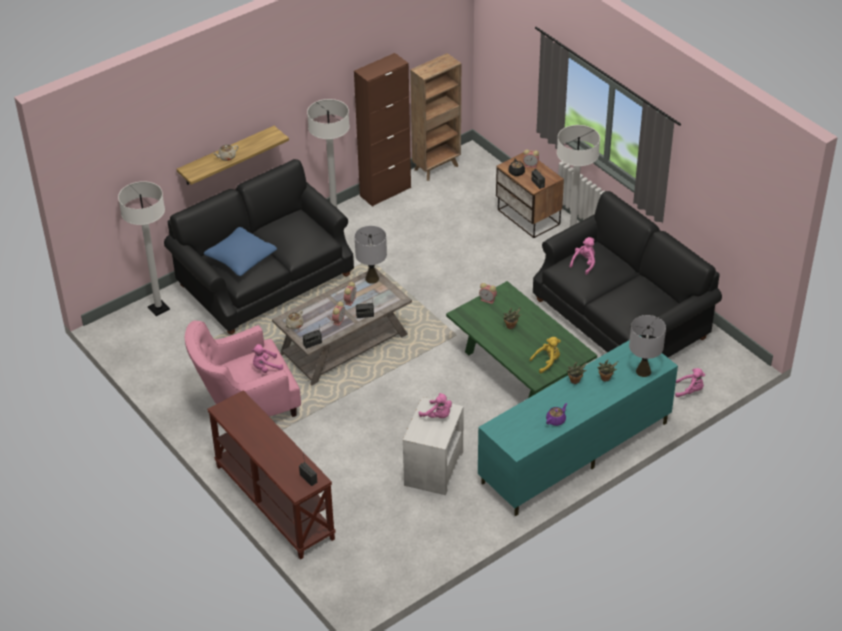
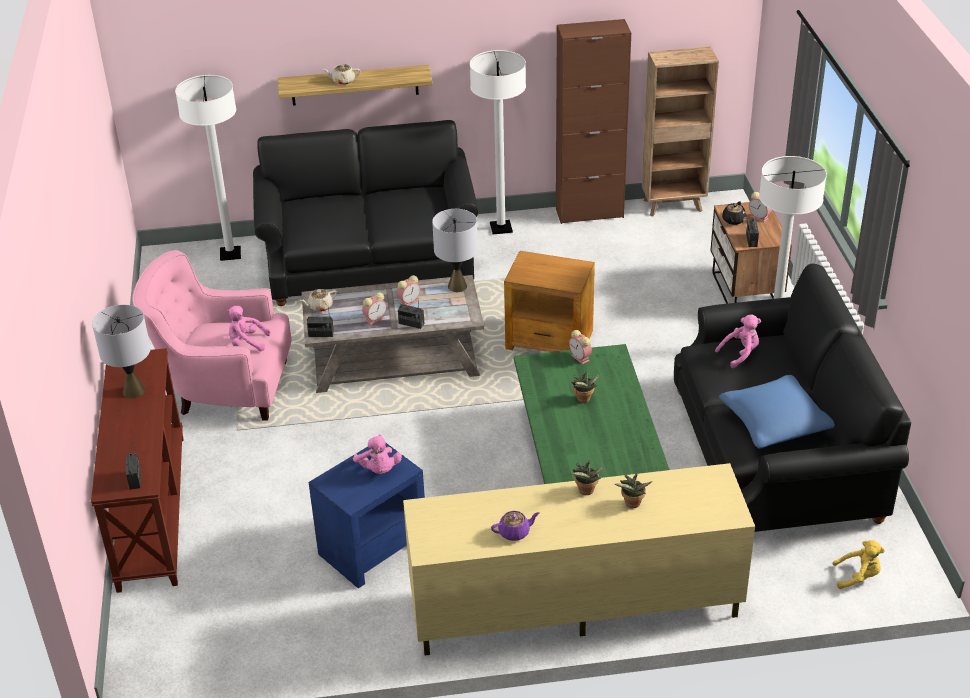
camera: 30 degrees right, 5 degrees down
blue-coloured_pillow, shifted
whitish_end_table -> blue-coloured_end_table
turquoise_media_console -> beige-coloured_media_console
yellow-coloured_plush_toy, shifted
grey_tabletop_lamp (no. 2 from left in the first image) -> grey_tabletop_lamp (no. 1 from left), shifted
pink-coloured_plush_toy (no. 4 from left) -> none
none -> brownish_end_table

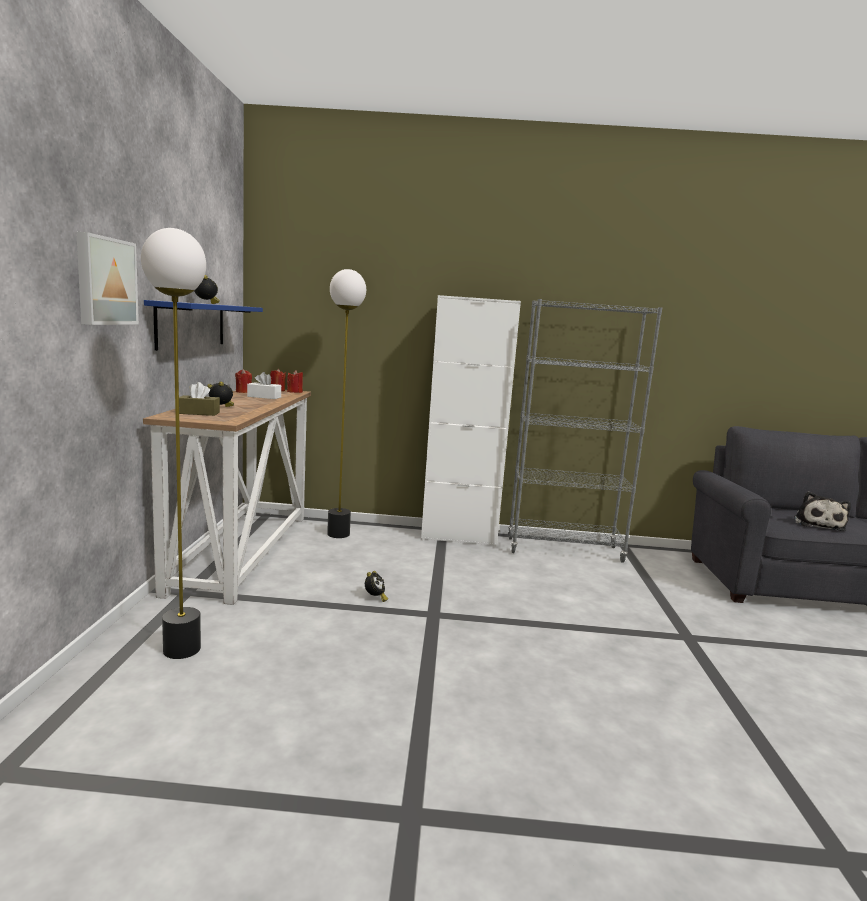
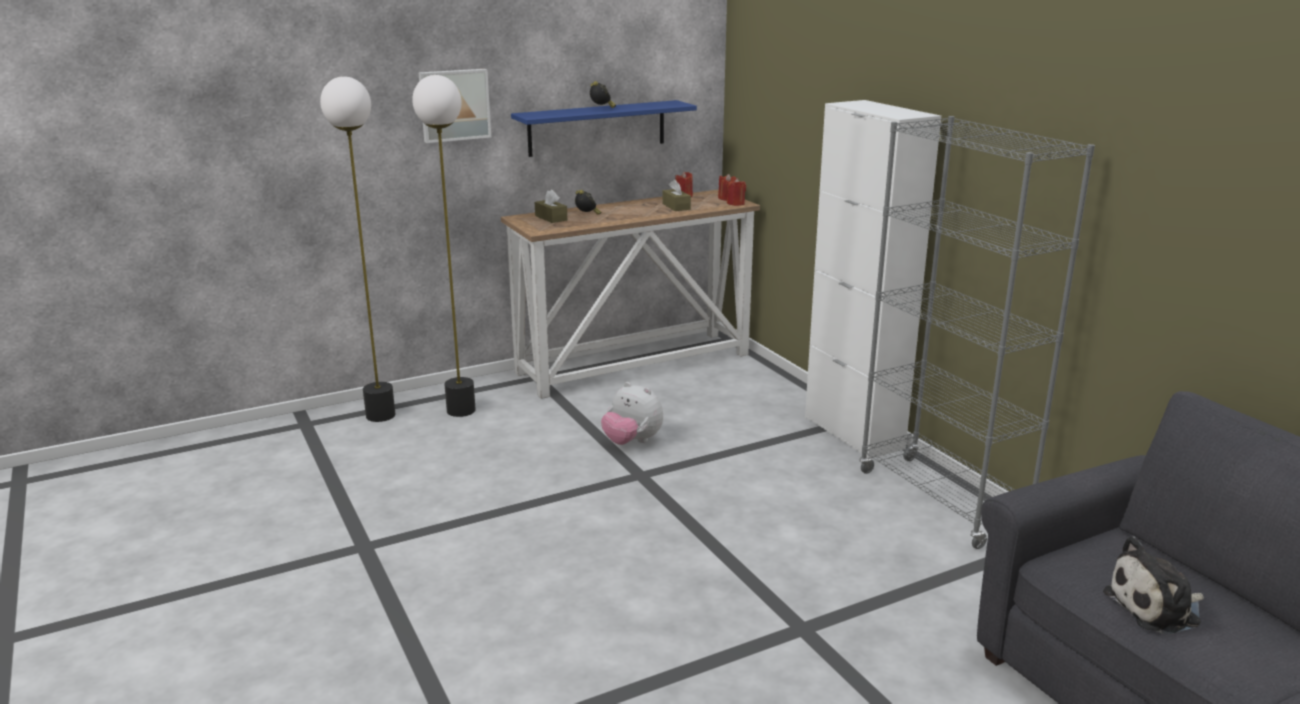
camera: 60 degrees right, 10 degrees up
whitish_tissue_holder -> brownish_tissue_holder (no. 2 from left)
standard_lamp (no. 2 from left in the first image) -> standard_lamp (no. 1 from left), shifted
table_clock (no. 3 from left) -> plush_toy (no. 1 from left)

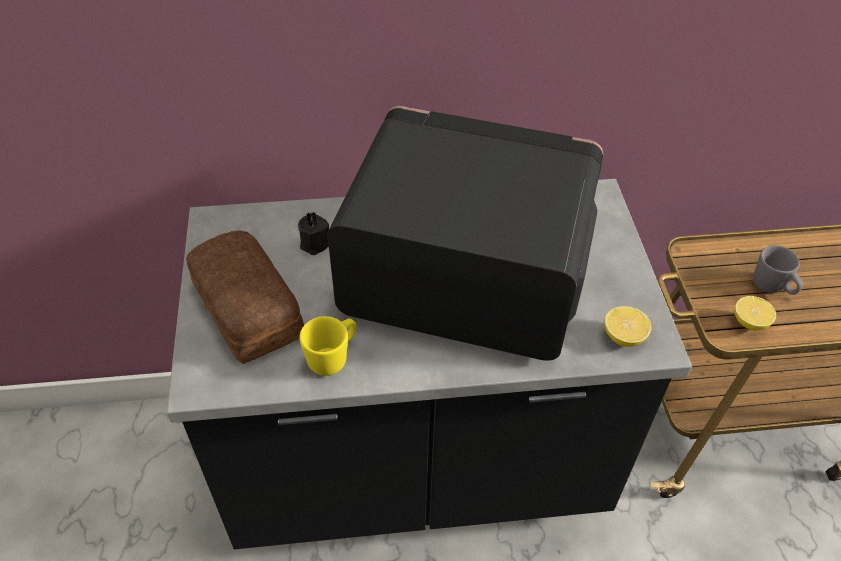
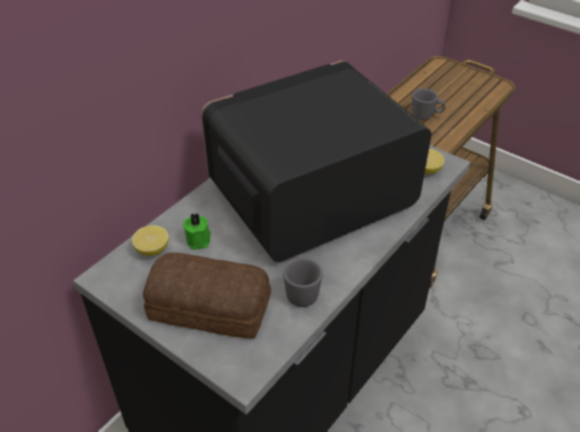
camera: 45 degrees left, 5 degrees down
black_wax_light -> greenish_wax_light
yellow-coloured_tea_mug -> grey_tea_mug (no. 1 from left)
citrus_fruit (no. 2 from left in the first image) -> citrus_fruit (no. 1 from left), shifted

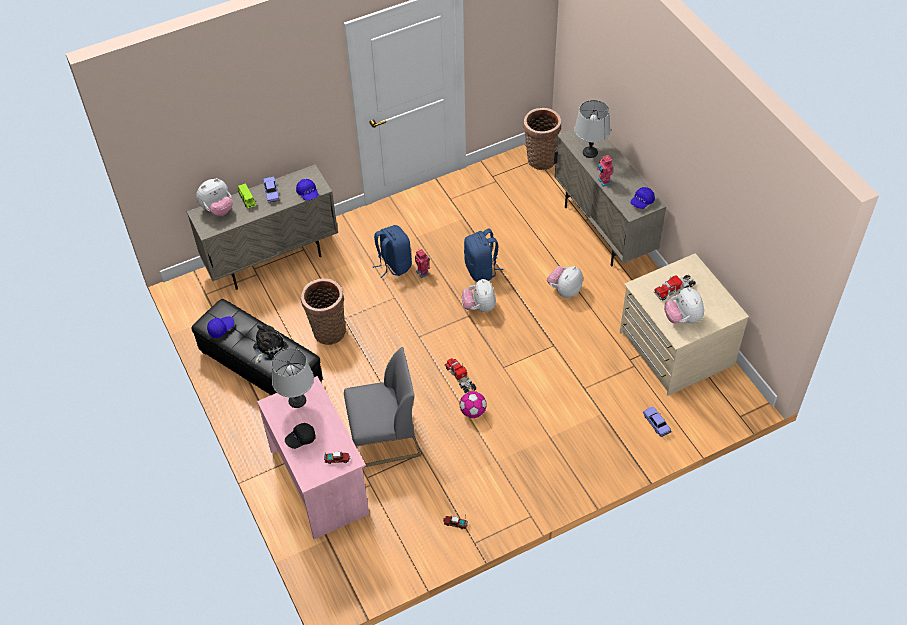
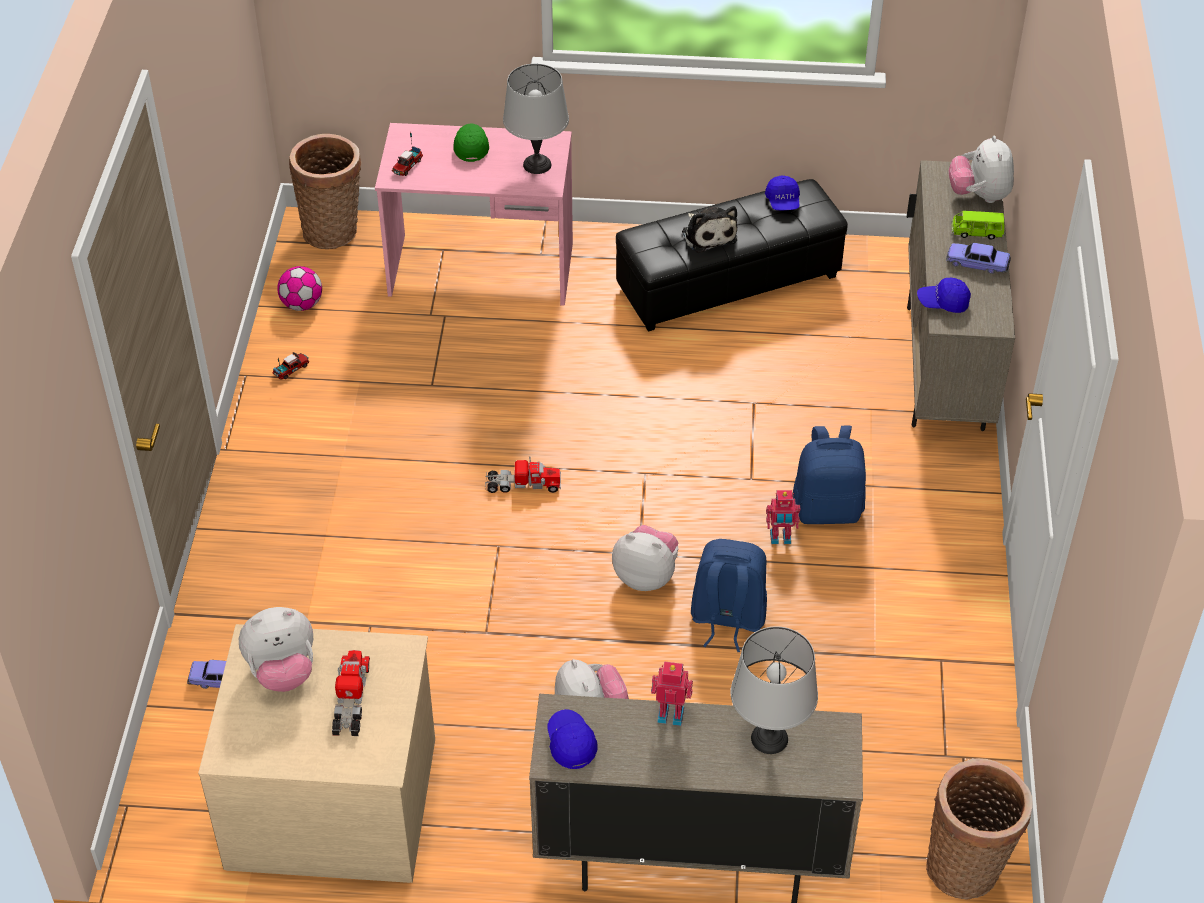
camera: 120 degrees right, 5 degrees down
black_cap -> greenish_cap
basket (no. 1 from left), shifted
grey_plain_chair -> none
football_ball, shifted
plush_toy (no. 5 from left in the first image) -> plush_toy (no. 1 from left), 150 degrees clockwise

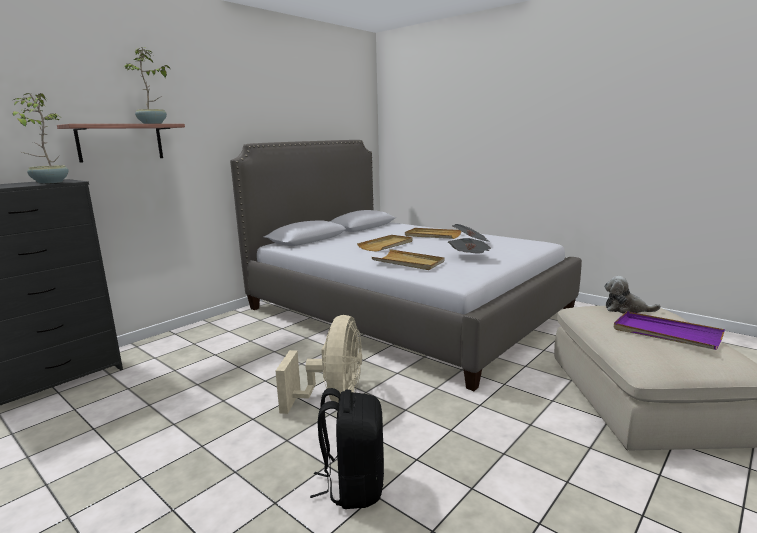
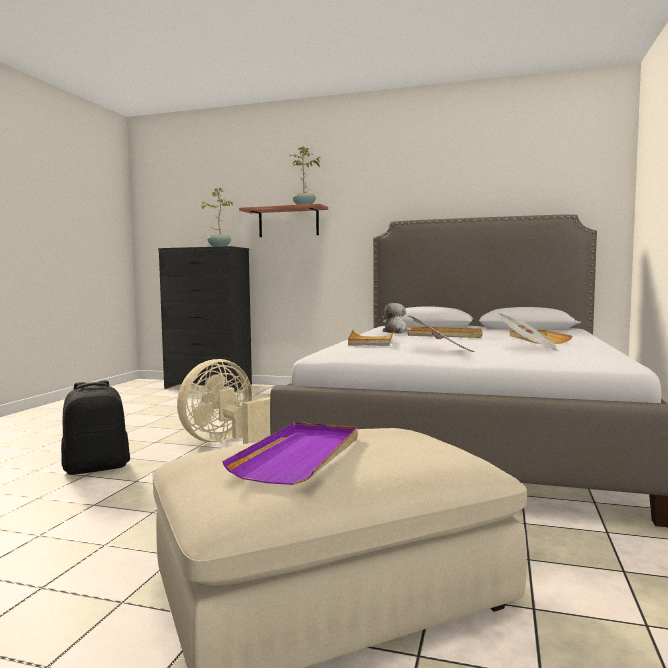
camera: 65 degrees right, 10 degrees down
beige-coloured_fan, 150 degrees clockwise
plush_toy, shifted

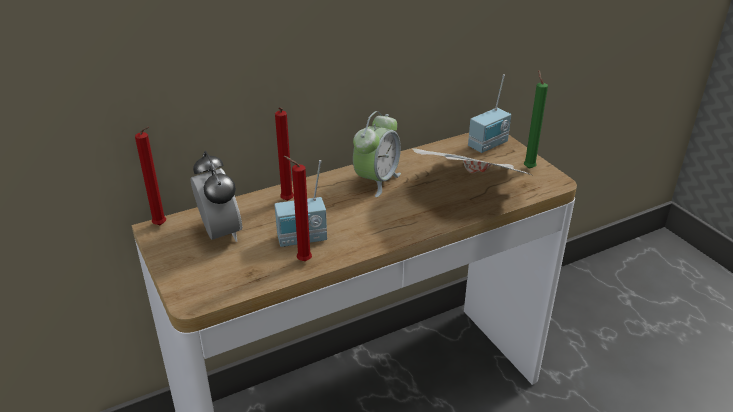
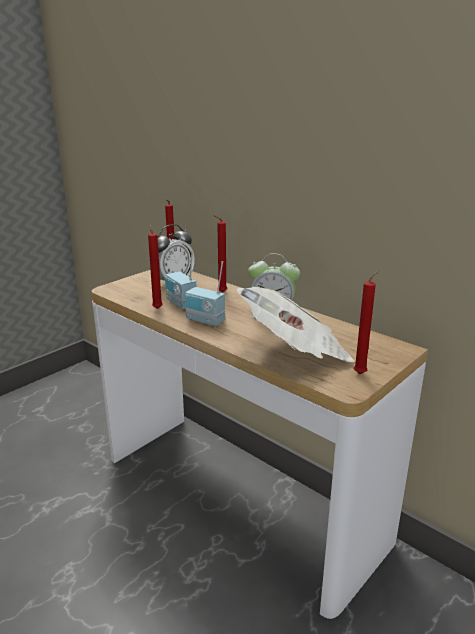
camera: 70 degrees right, 10 degrees down
radio_set (no. 2 from left), shifted
greenish_wax_light -> red_wax_light (no. 4 from left)

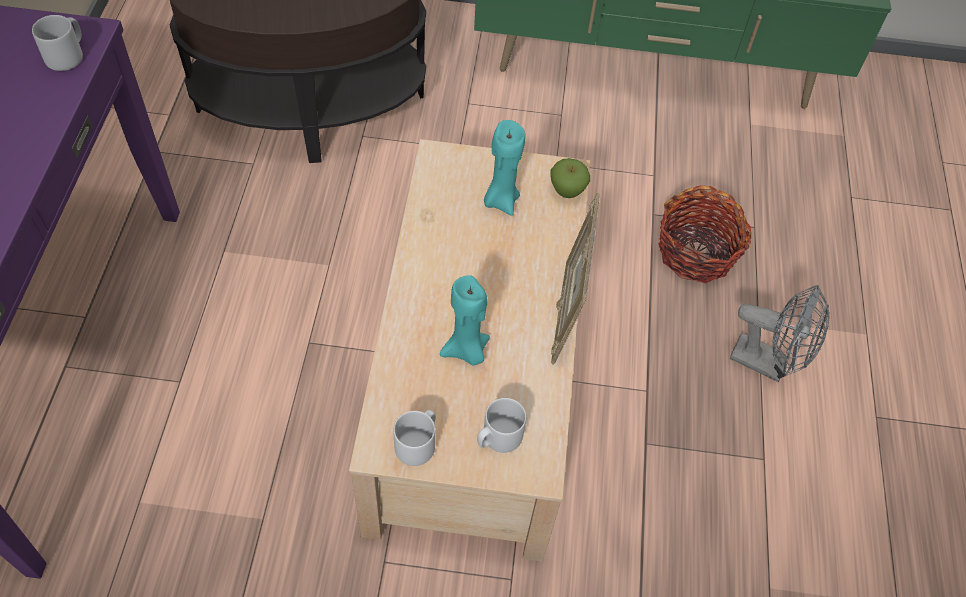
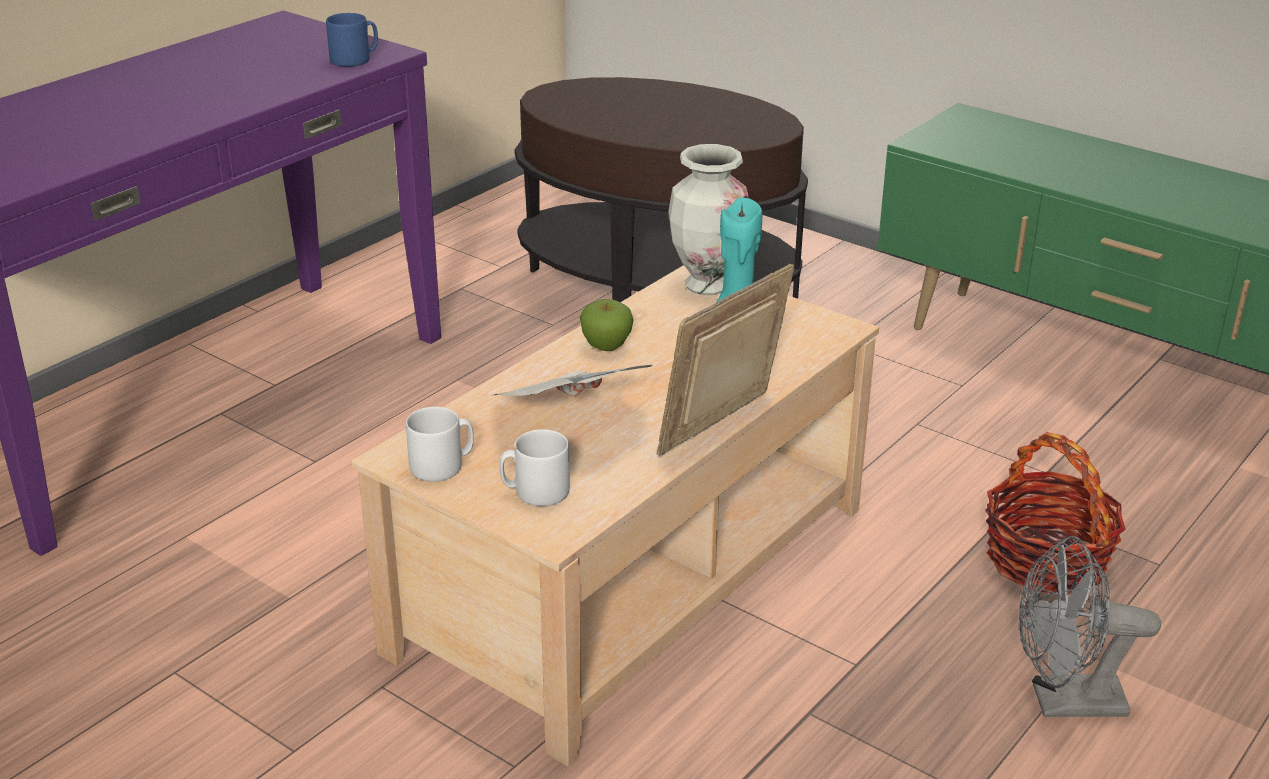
camera: 35 degrees right, 25 degrees down
grey_tea_mug (no. 1 from left) -> blue-coloured_tea_mug
turquoise_wax_light (no. 1 from left) -> printed_paper
apple_fruit, shifted
grey_fan, 120 degrees clockwise
none -> decorative_vase

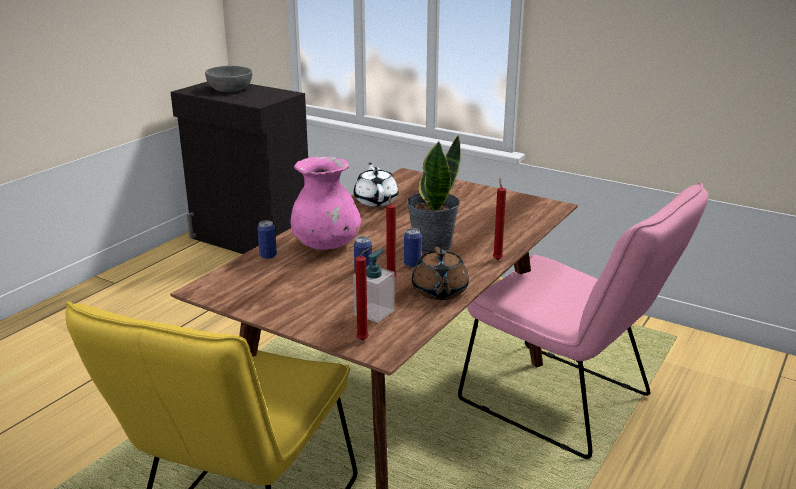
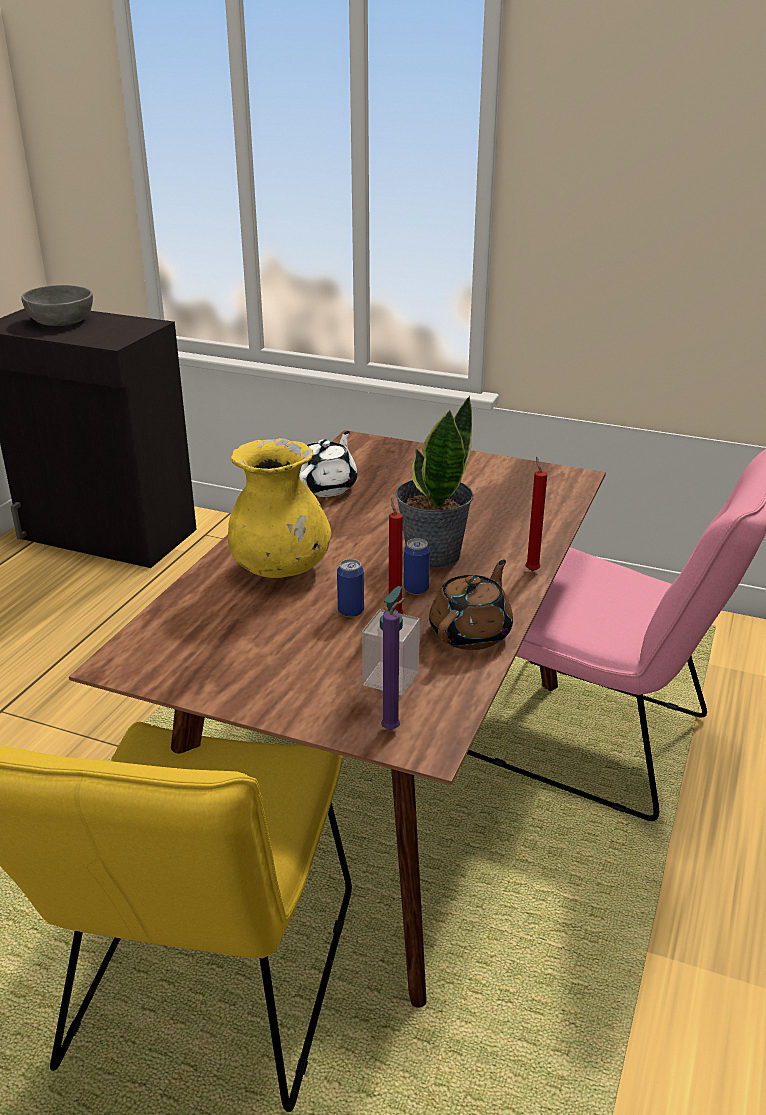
camera: 10 degrees left, 5 degrees up
can (no. 1 from left) -> none
pink-coloured_decorative_vase -> yellow-coloured_decorative_vase
whitish_teapot, 45 degrees clockwise
red_wax_light (no. 1 from left) -> purple_wax_light
brownish_teapot, 135 degrees counterclockwise

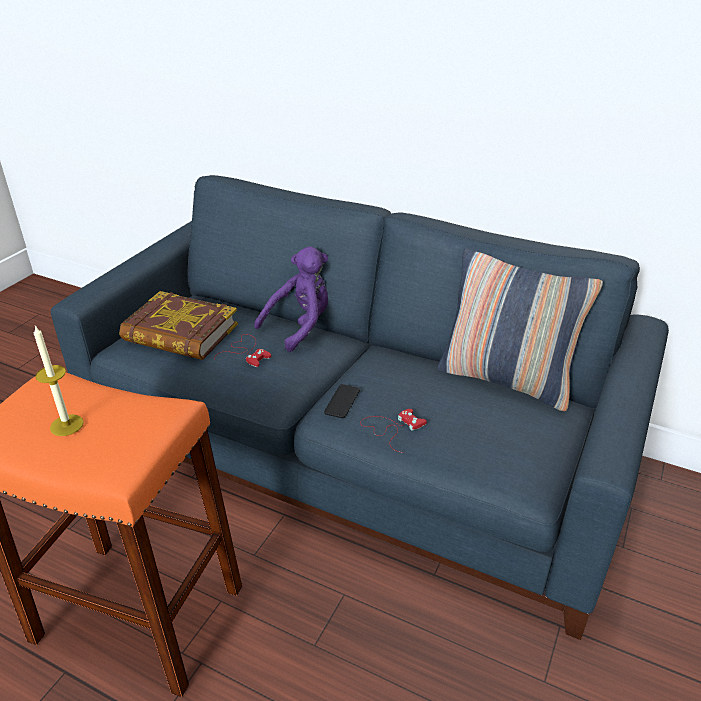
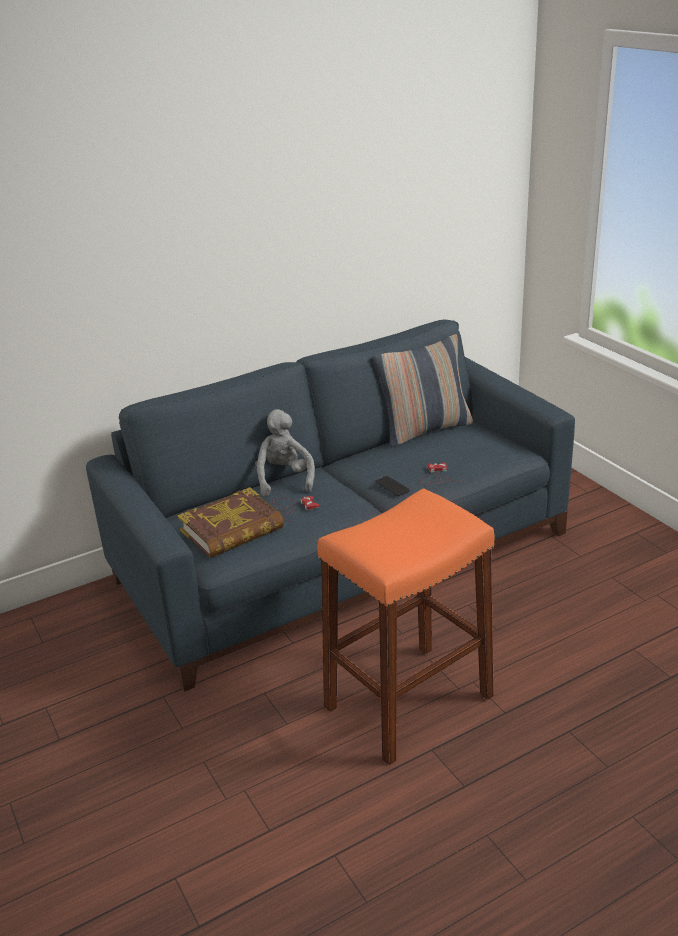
camera: 55 degrees left, 5 degrees down
wax_light -> none
purple_plush_toy -> grey_plush_toy

